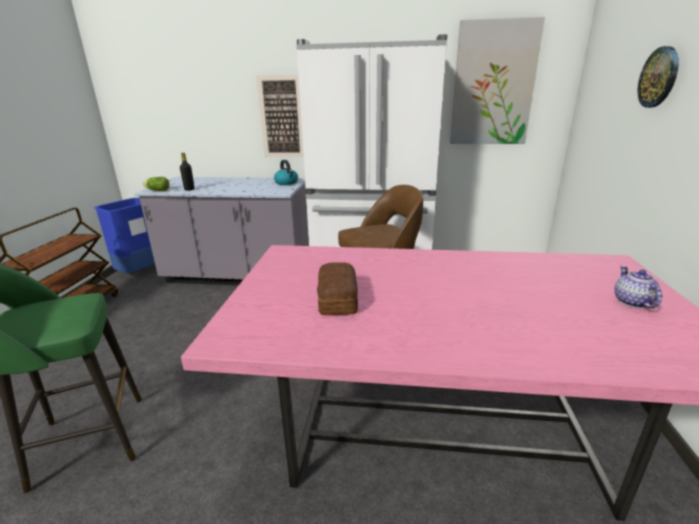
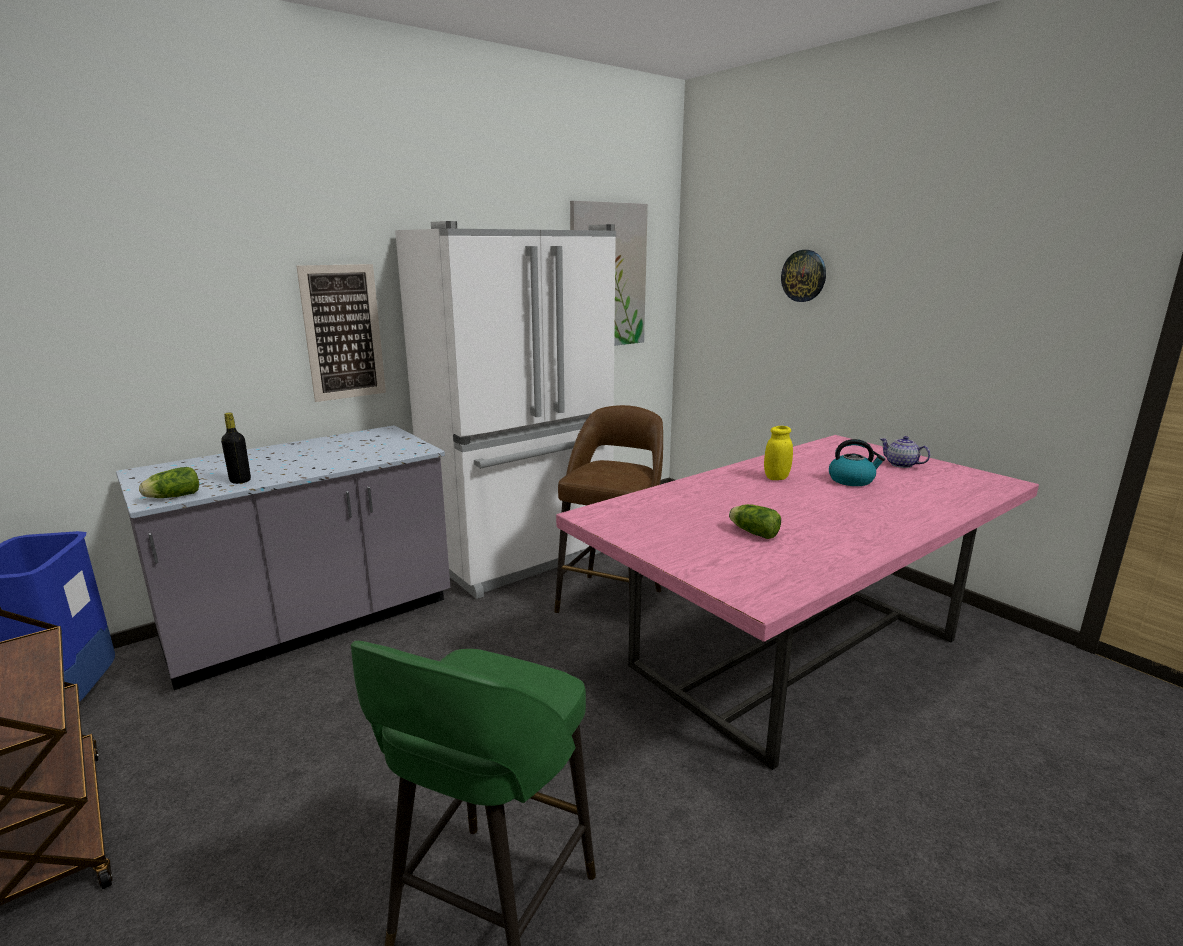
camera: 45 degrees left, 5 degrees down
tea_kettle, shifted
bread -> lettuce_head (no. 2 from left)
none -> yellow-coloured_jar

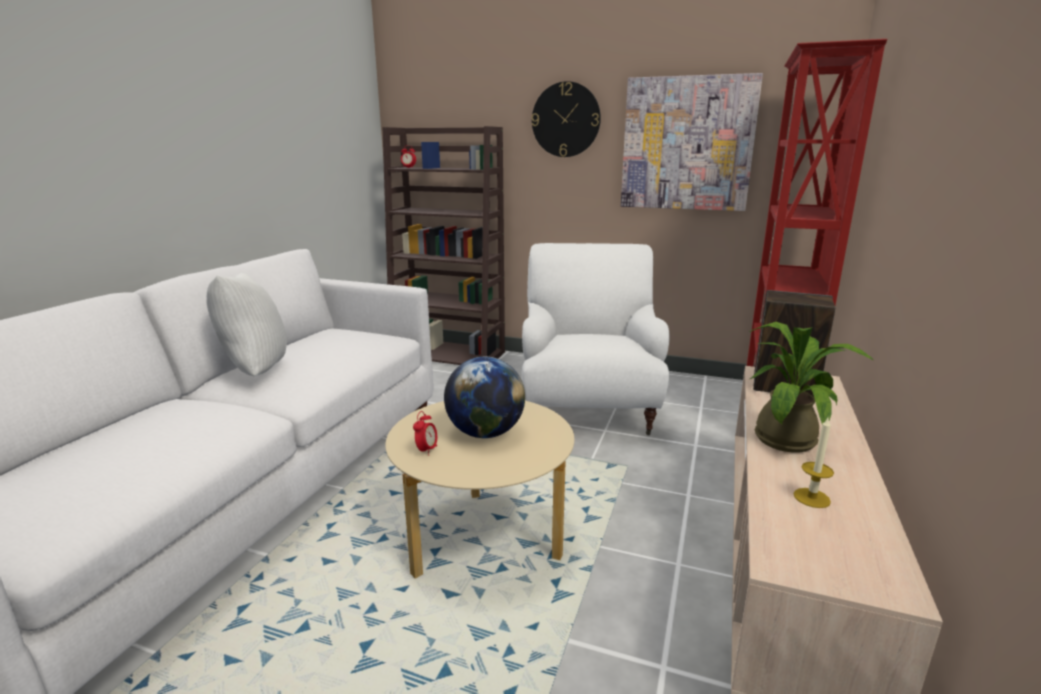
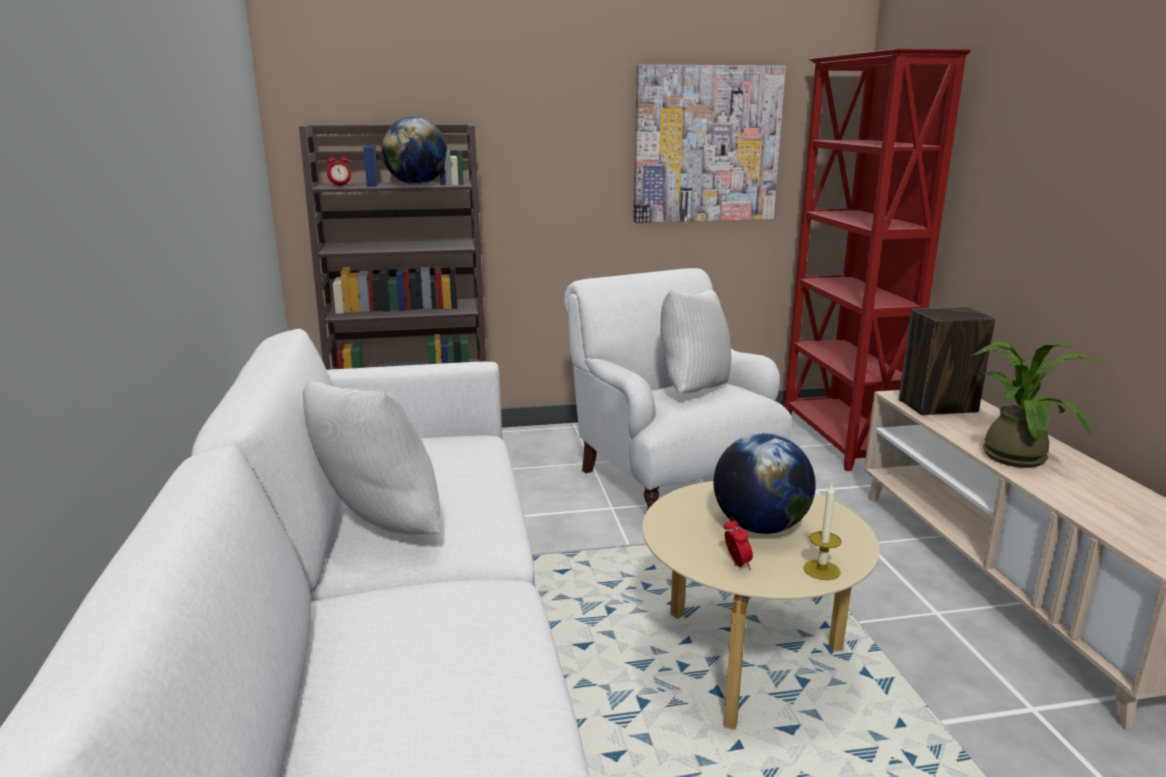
camera: 30 degrees left, 0 degrees up
hanging_clock -> none
wax_light, shifted
none -> world_globe (no. 1 from left)
none -> whitish_pillow (no. 2 from left)

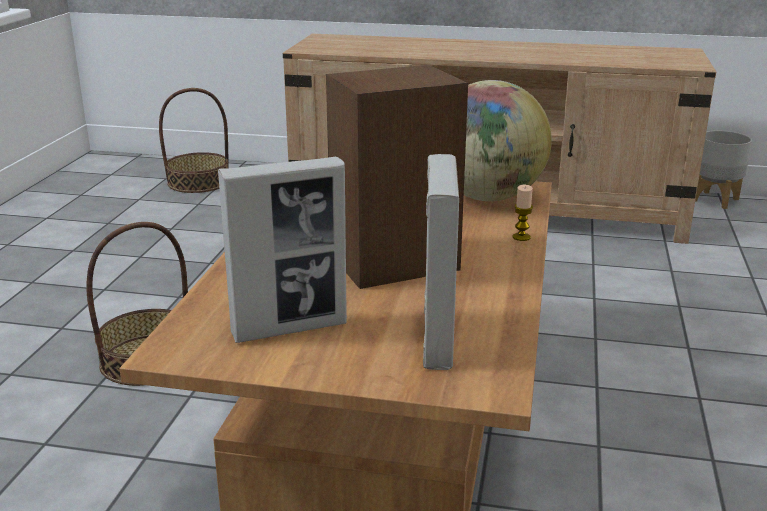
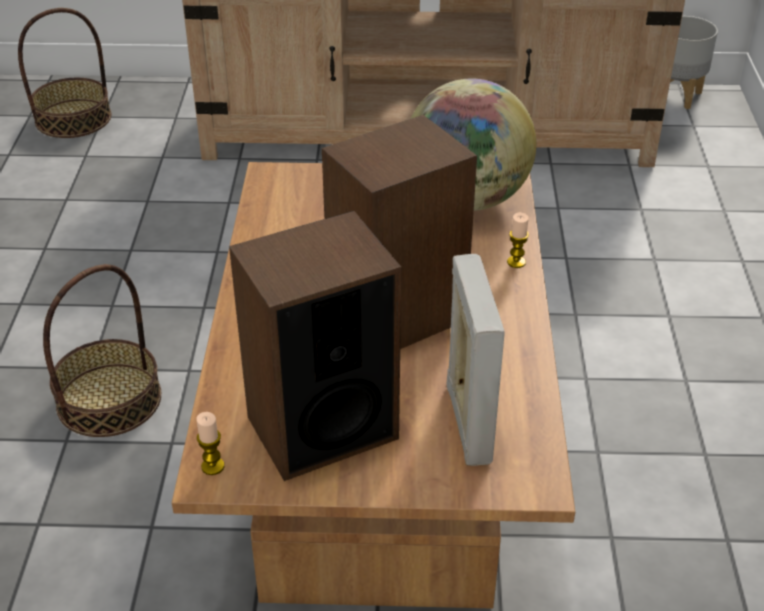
camera: 10 degrees left, 15 degrees up
photo_frame (no. 1 from left) -> speaker (no. 1 from left)
none -> wax_light (no. 1 from left)

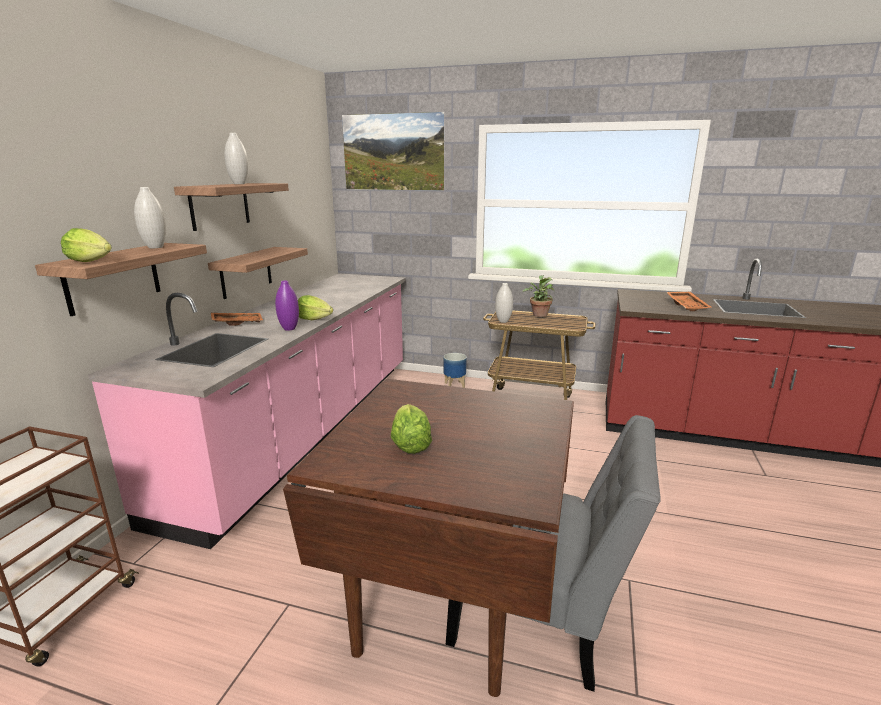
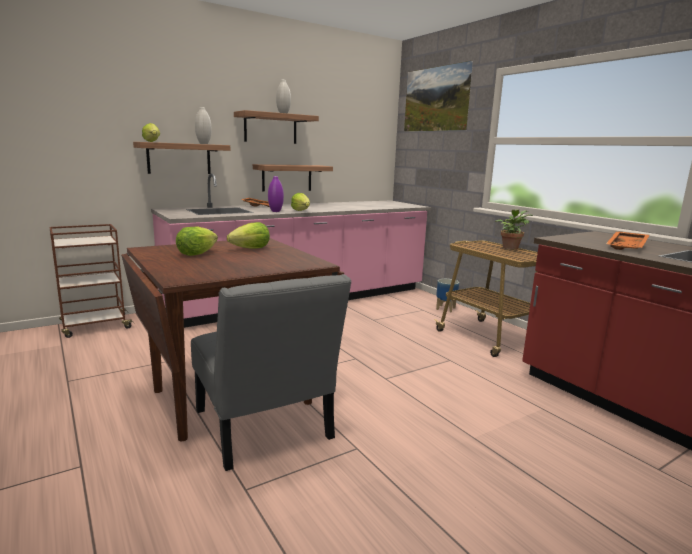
camera: 40 degrees right, 5 degrees down
whitish_decorative_vase (no. 3 from left) -> none
none -> lettuce_head (no. 3 from left)

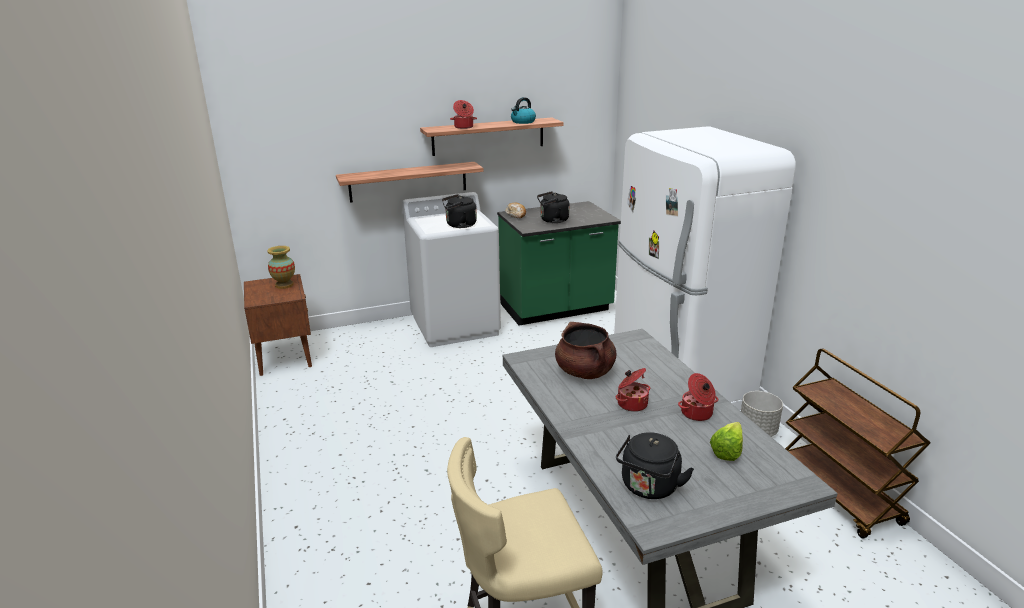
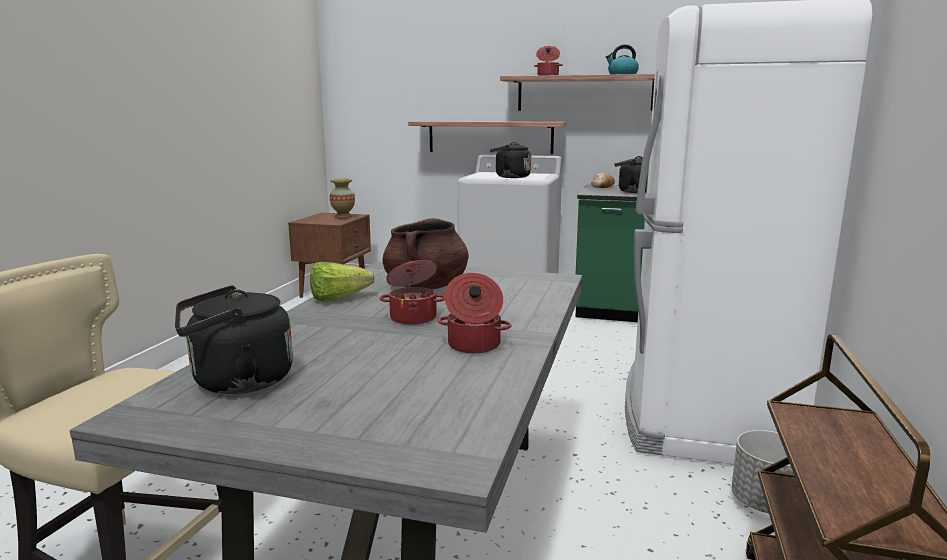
camera: 35 degrees right, 10 degrees down
lettuce_head, shifted

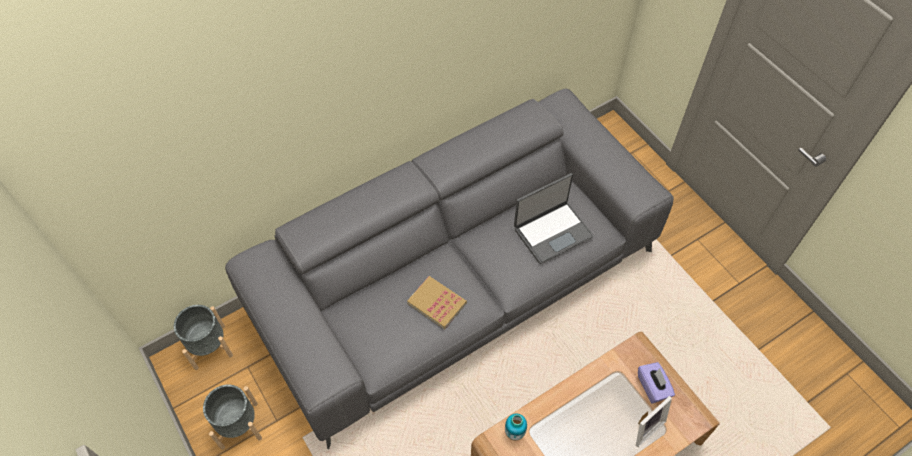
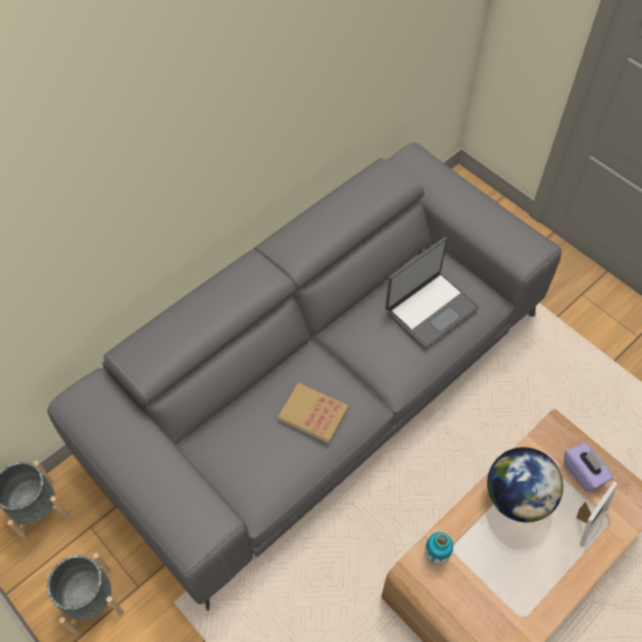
camera: 10 degrees left, 0 degrees up
none -> world_globe

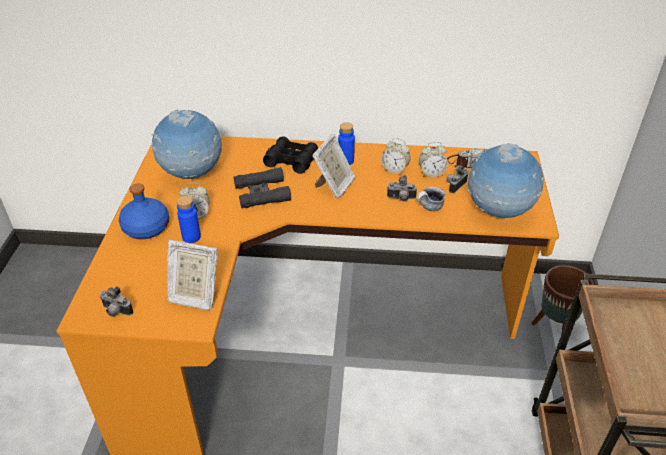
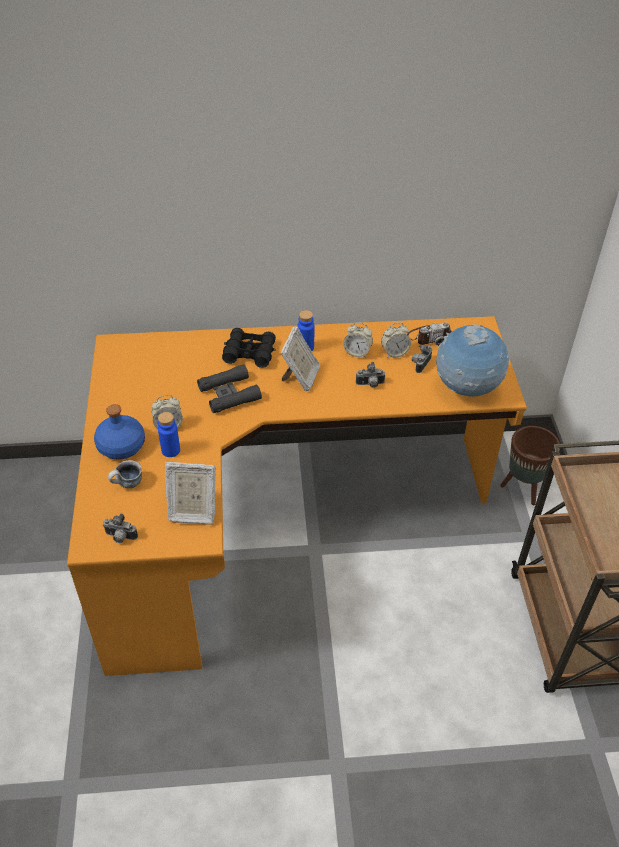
camera: 10 degrees left, 5 degrees up
world_globe (no. 1 from left) -> none
tea_mug, shifted

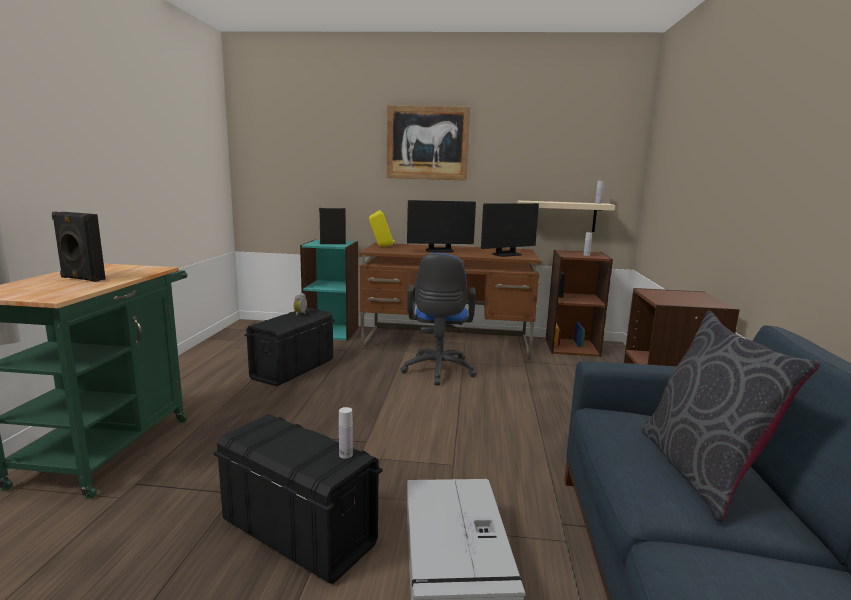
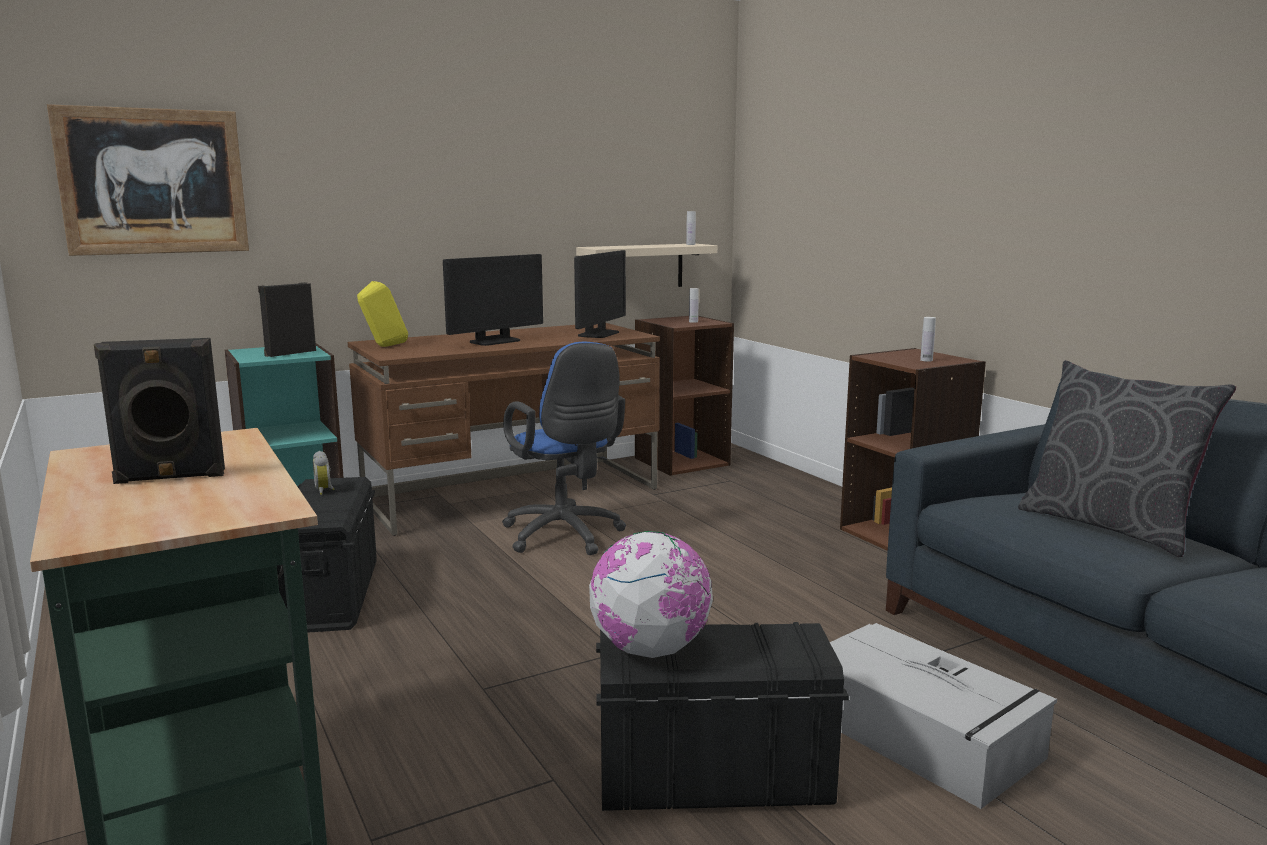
camera: 35 degrees left, 0 degrees up
whitish_bottle (no. 1 from left in the first image) -> whitish_bottle (no. 3 from left), shifted
wall_art, shifted
none -> world_globe

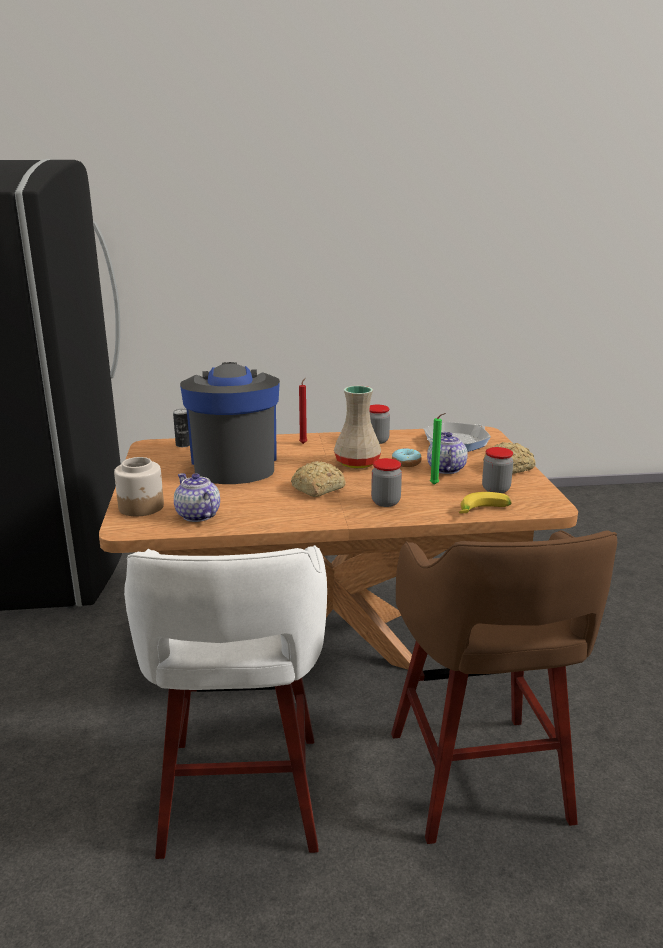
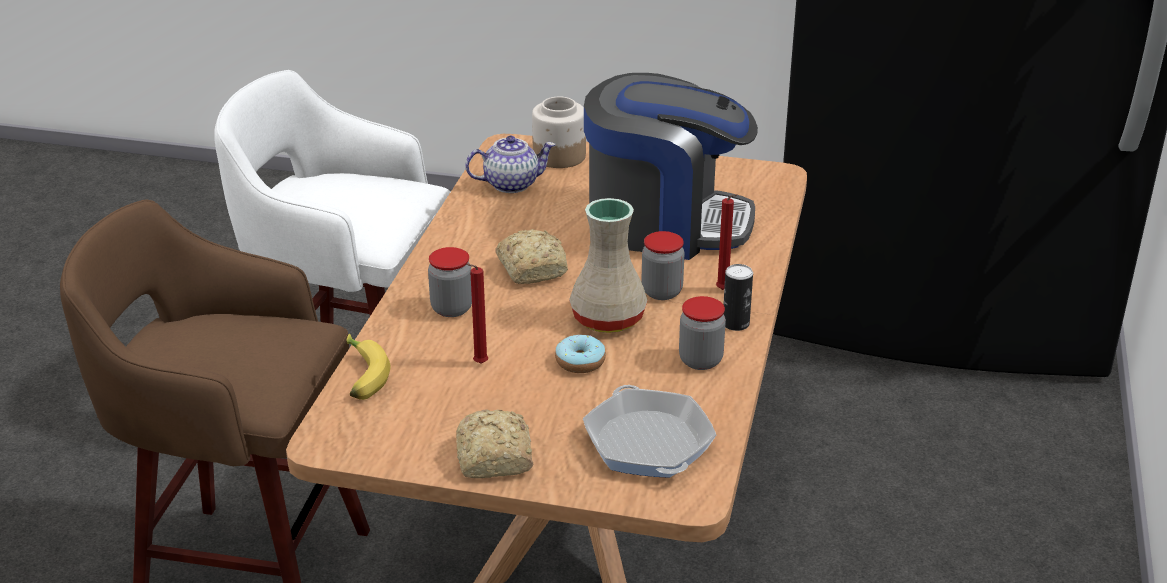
camera: 110 degrees right, 10 degrees up
can, shifted
teapot (no. 2 from left) -> none
greenish_wax_light -> red_wax_light (no. 1 from left)
jar (no. 4 from left in the first image) -> jar (no. 3 from left), shifted

